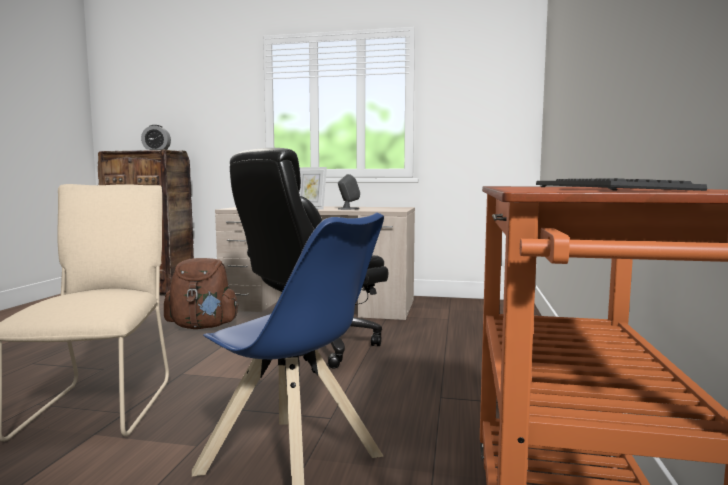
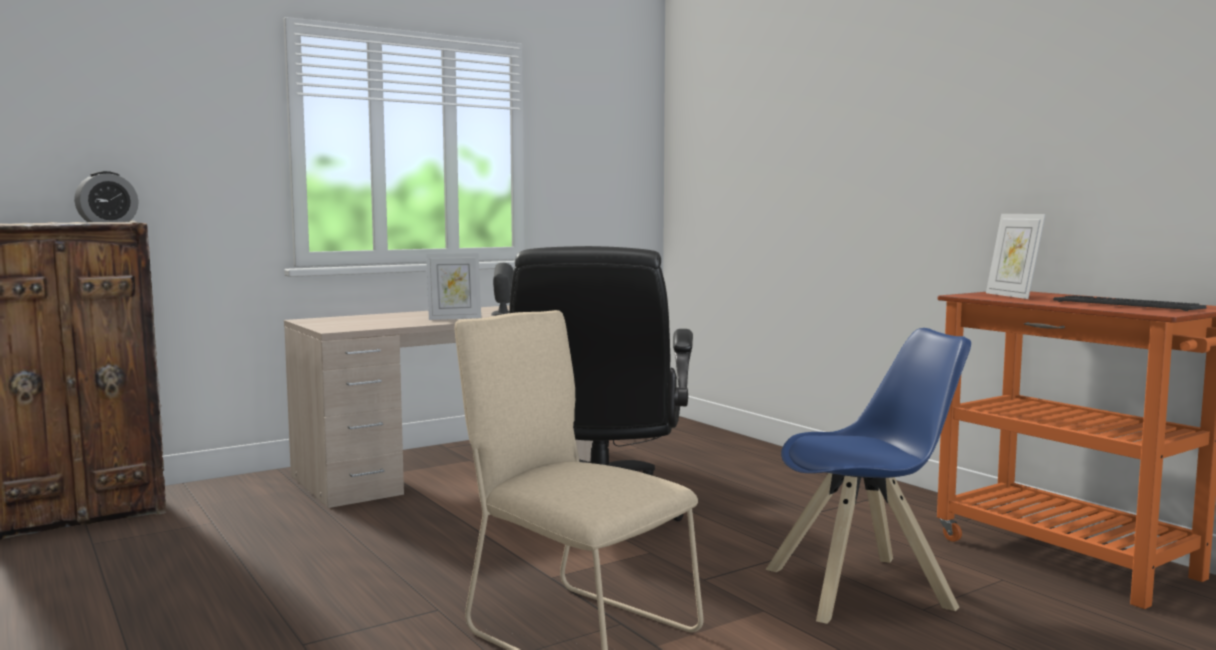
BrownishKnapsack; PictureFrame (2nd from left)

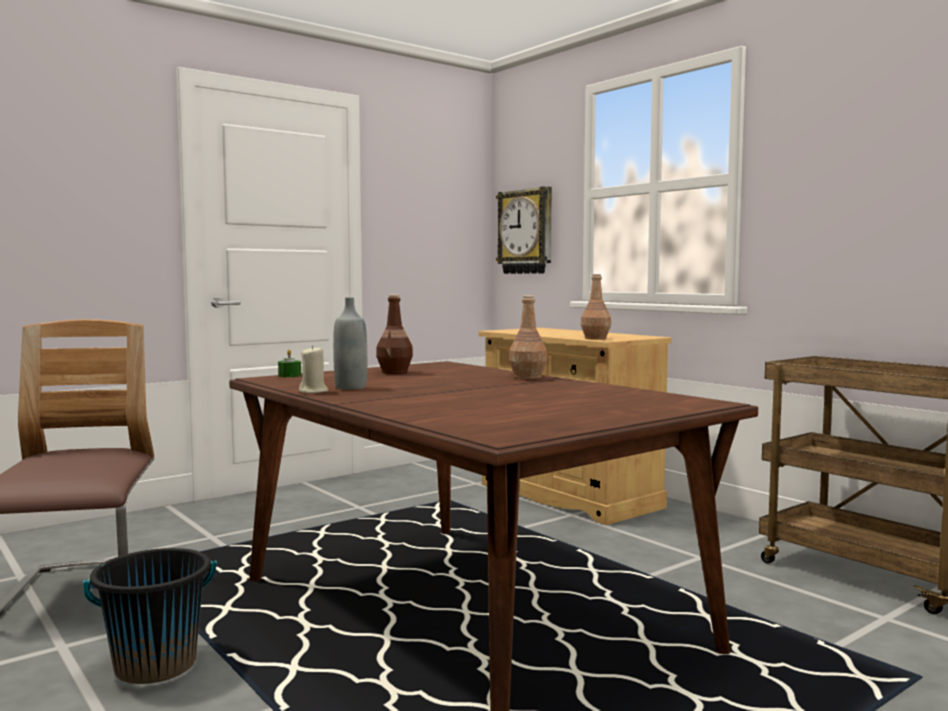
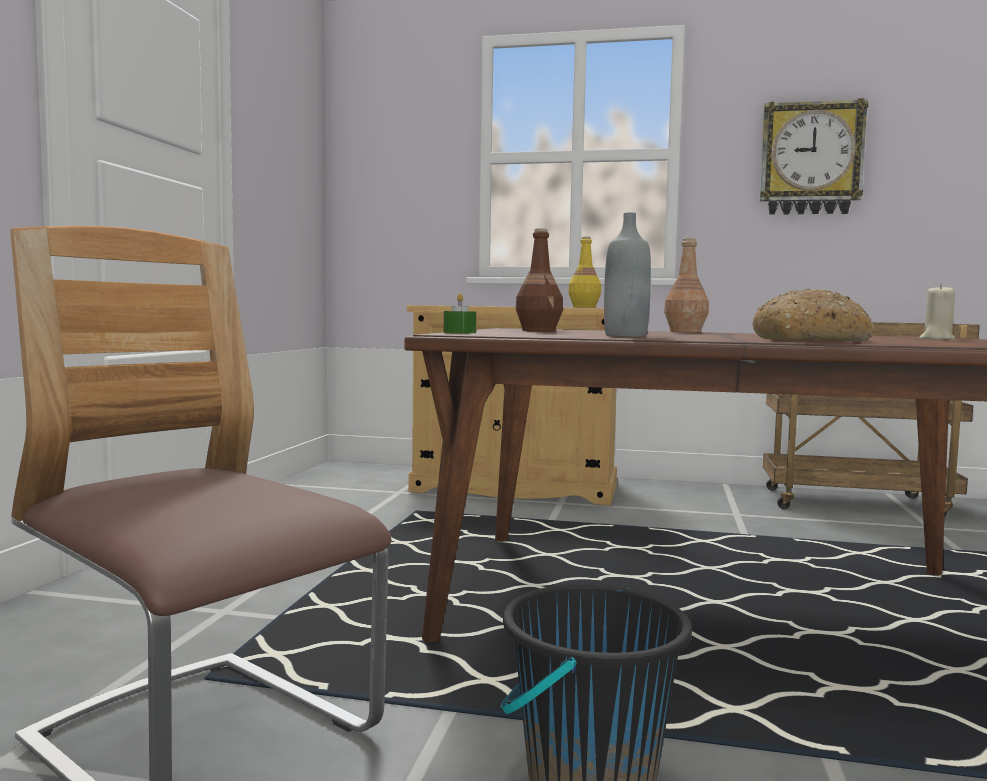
BeigeColouredWaxCandle; WallClock; YellowishDrinkBottle; Bread

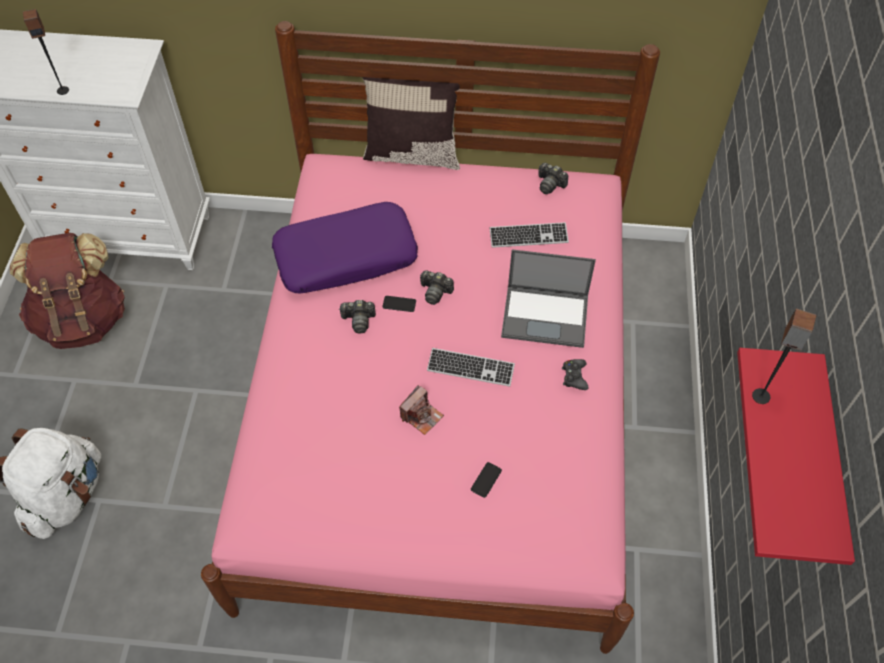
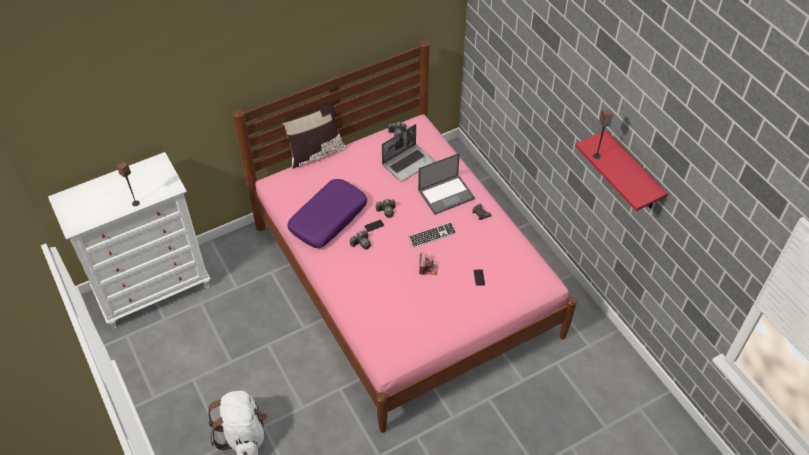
BrownishKnapsack; NotebookComputer (1st from left)

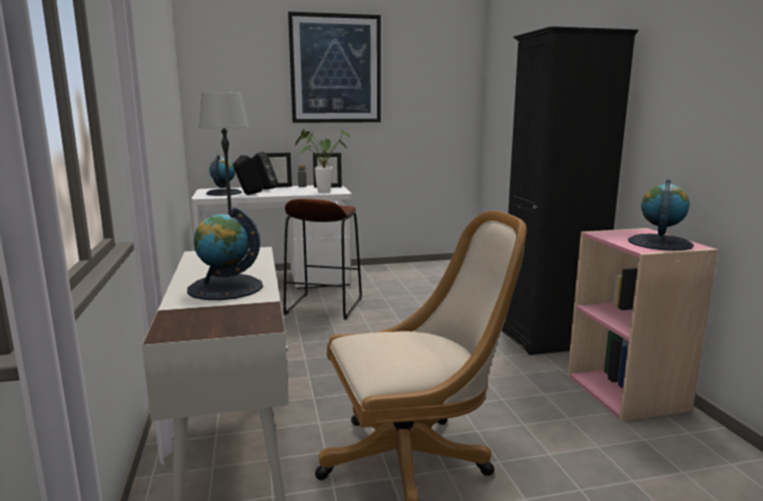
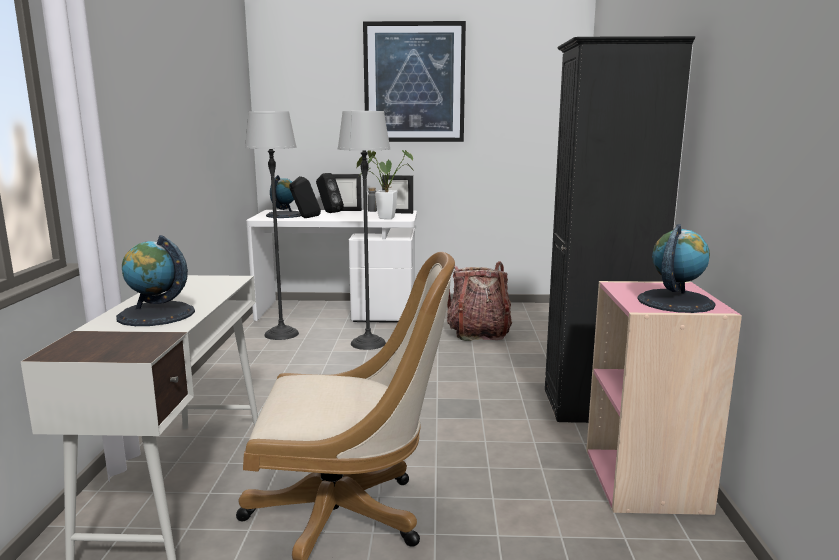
StandingLamp (2nd from left); Knapsack

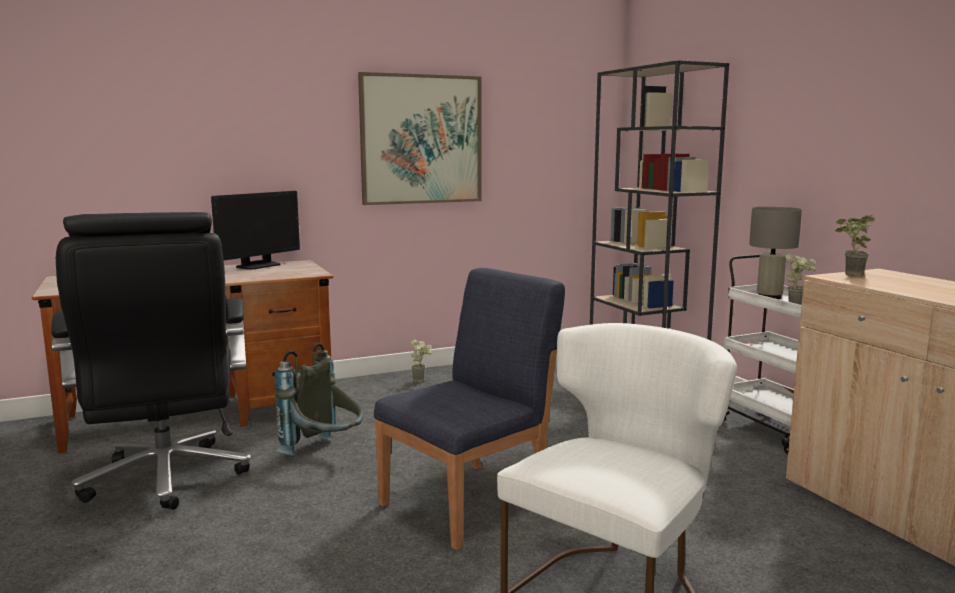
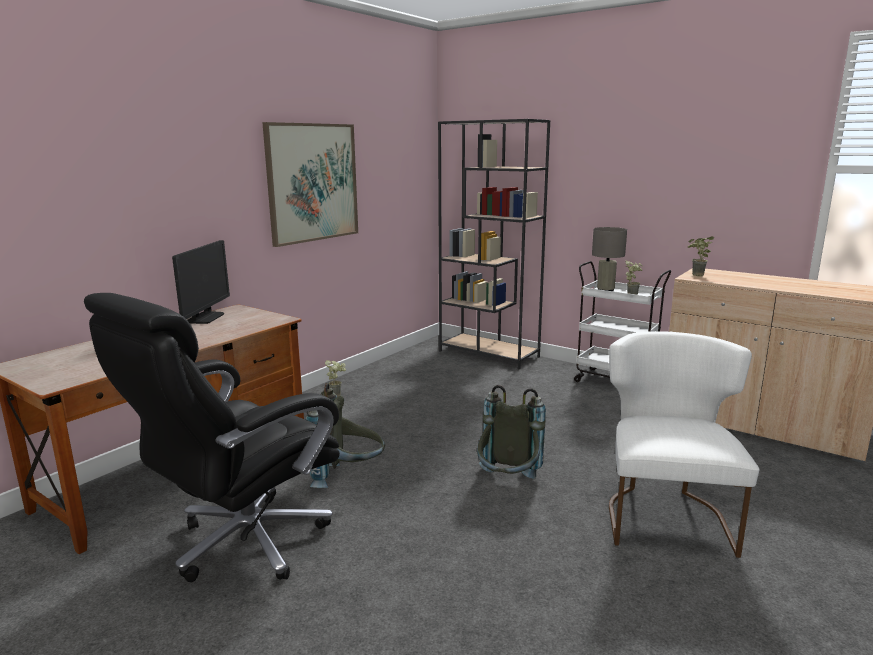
BlackishDeskChair; GreyishKnapsack (2nd from left)

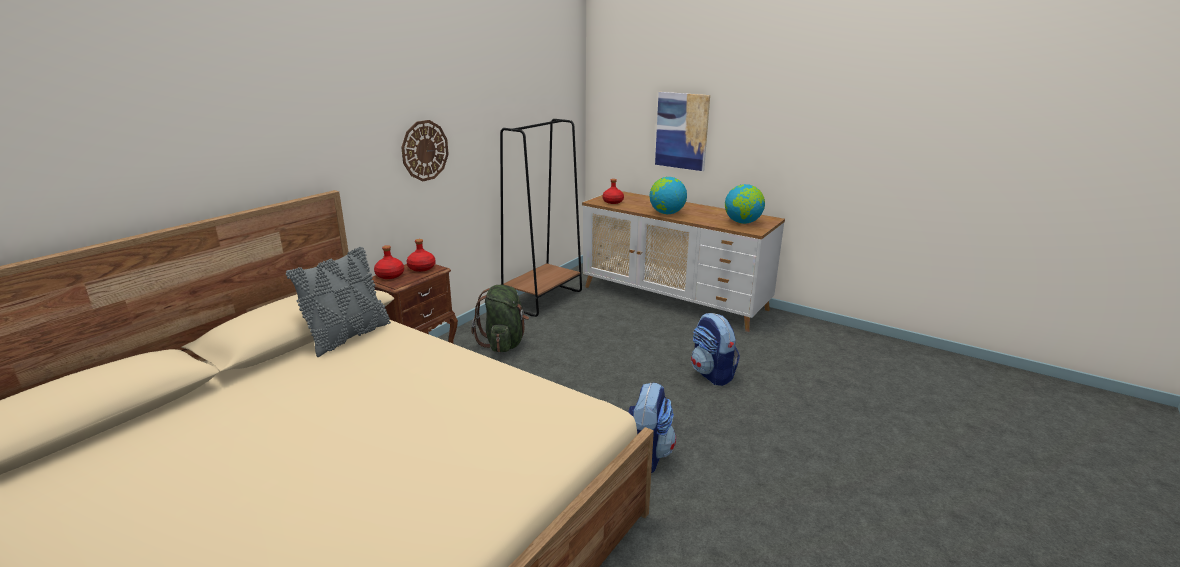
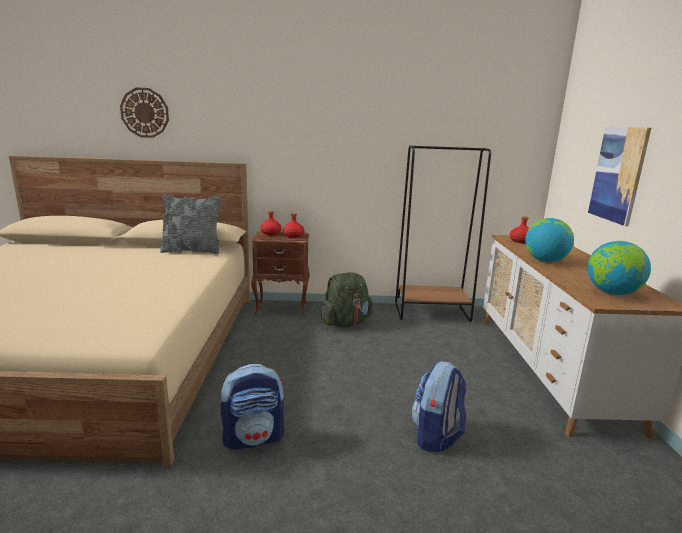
WallClock

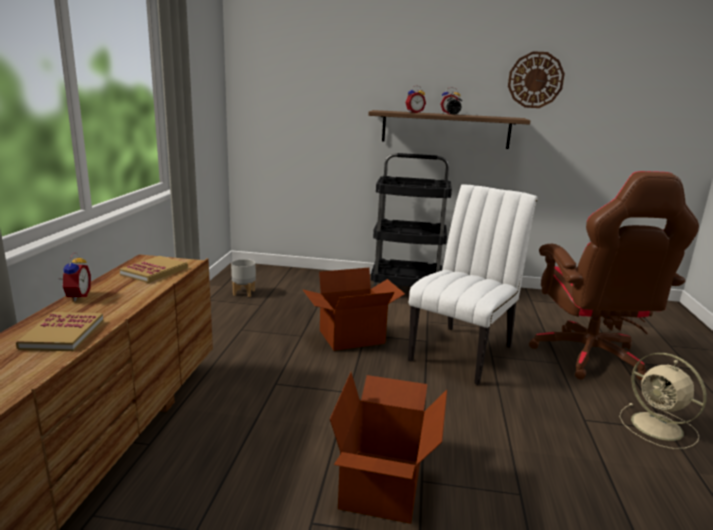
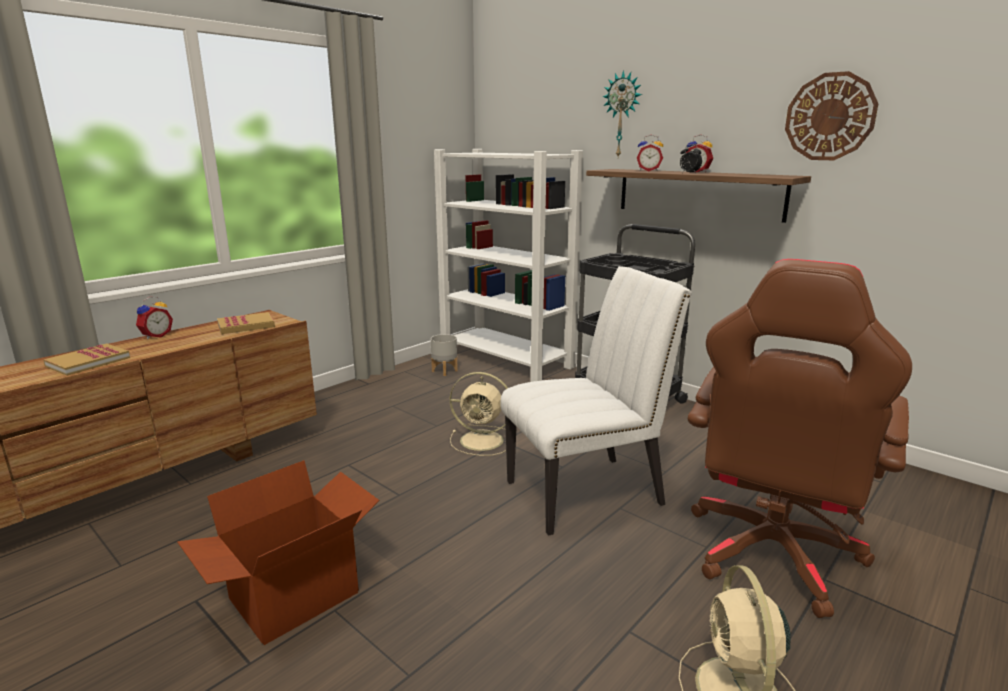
BeigeColouredFan (1st from left); WhitishBookcase; WallClock (1st from left)

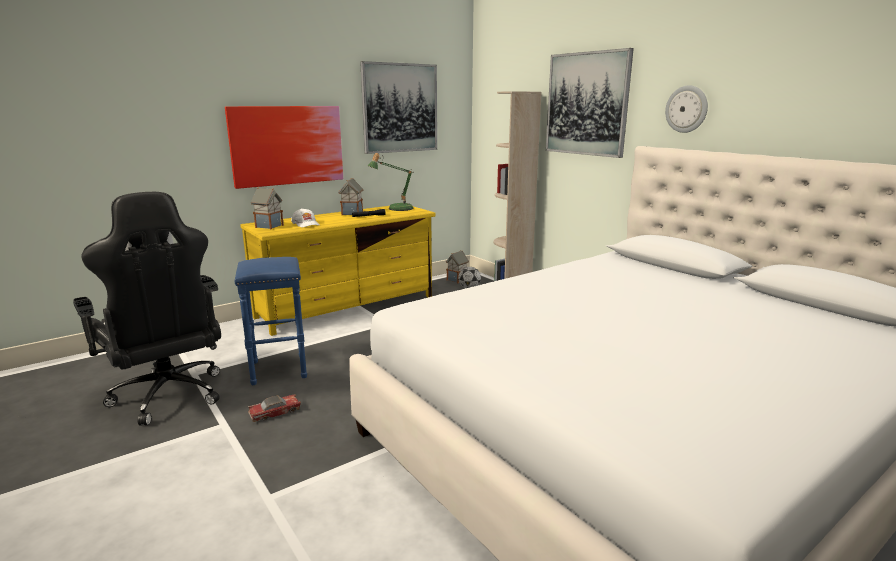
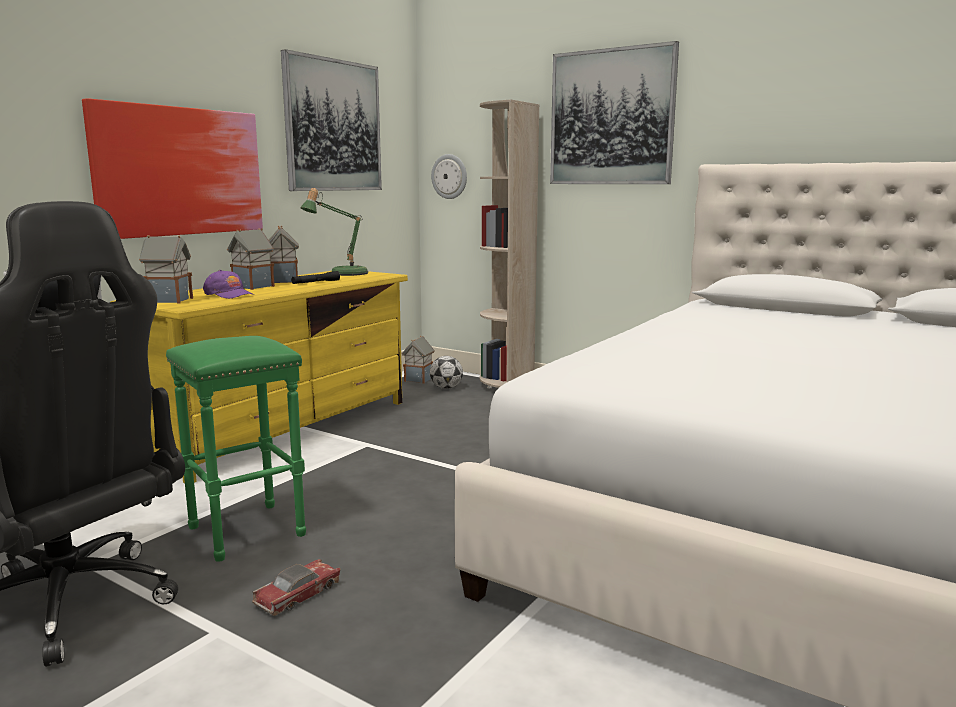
GreenishStoolSeat; PurplishCap; WallClock; ToyHouse (2nd from left)

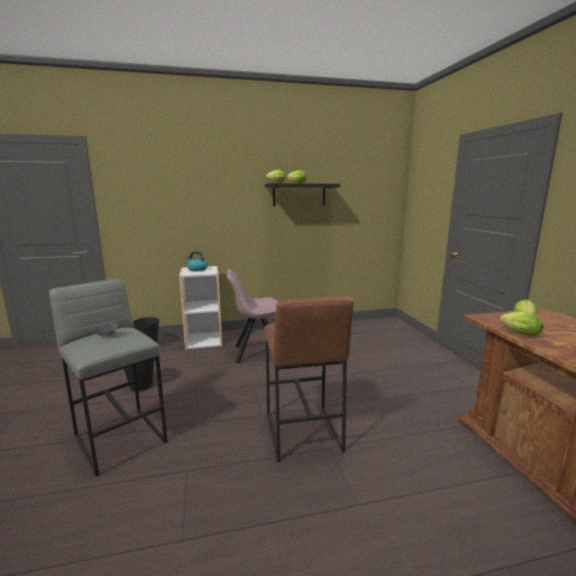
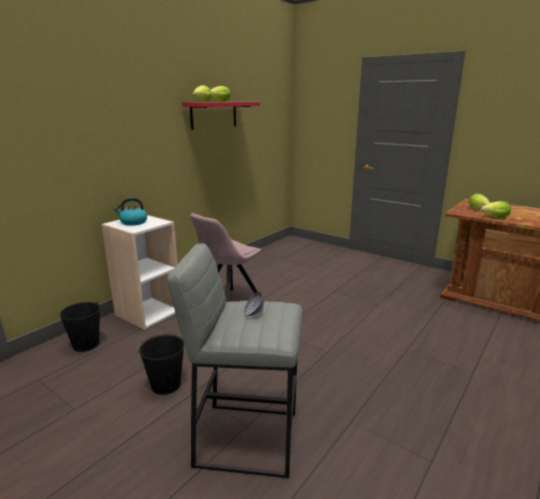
BrownishStoolSeat; ReddishBracketShelf

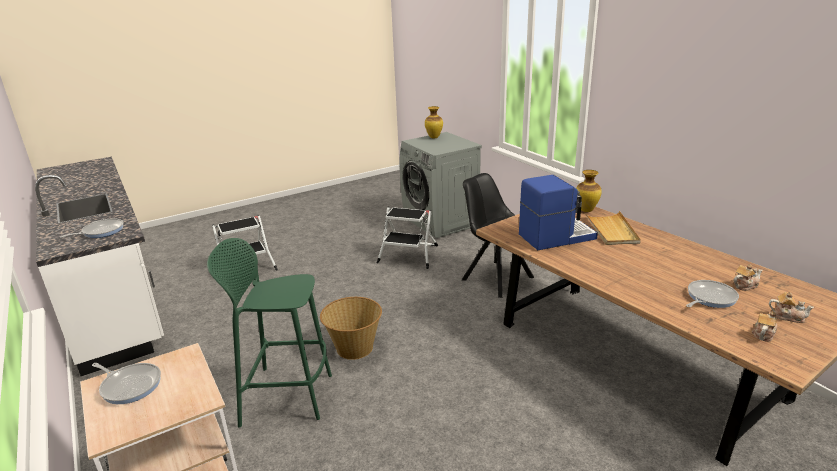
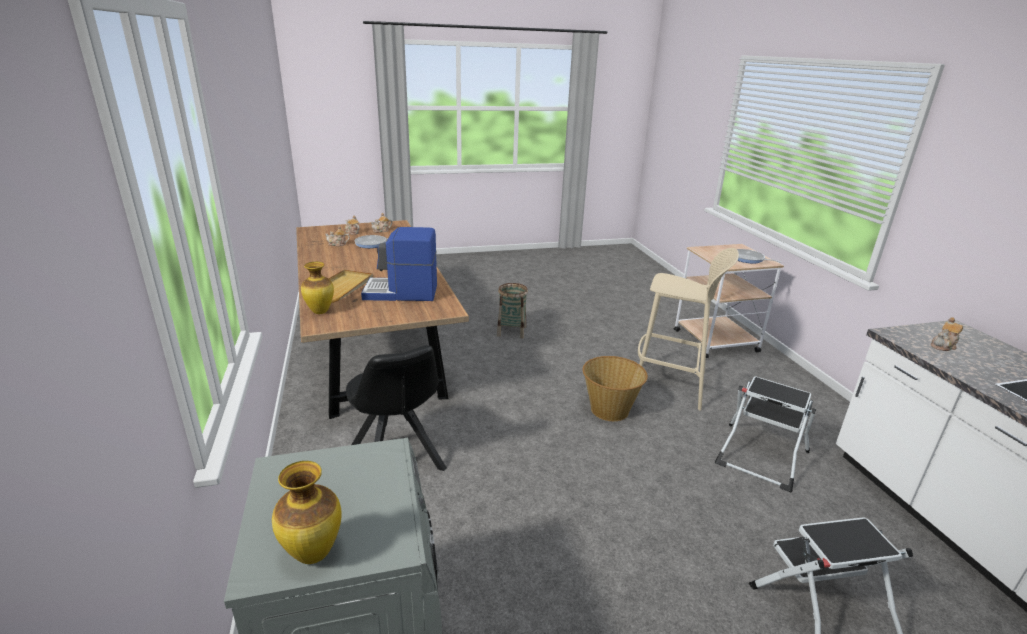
PotForTea (4th from left); BeigeColouredStoolSeat; StepStool (1st from left); StorageBasket (1st from left)

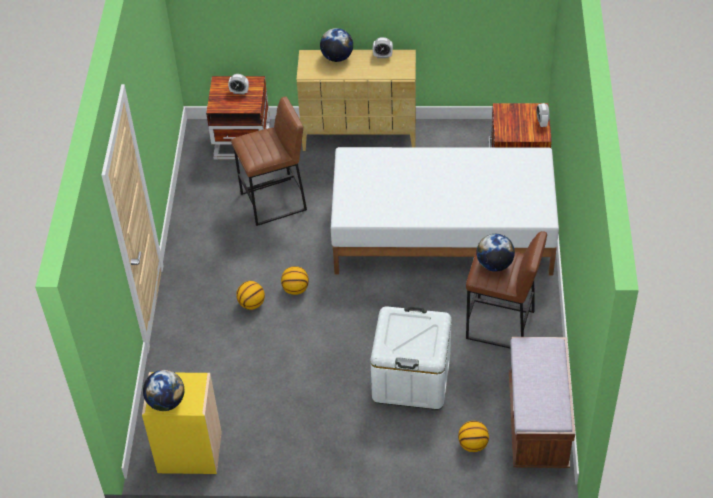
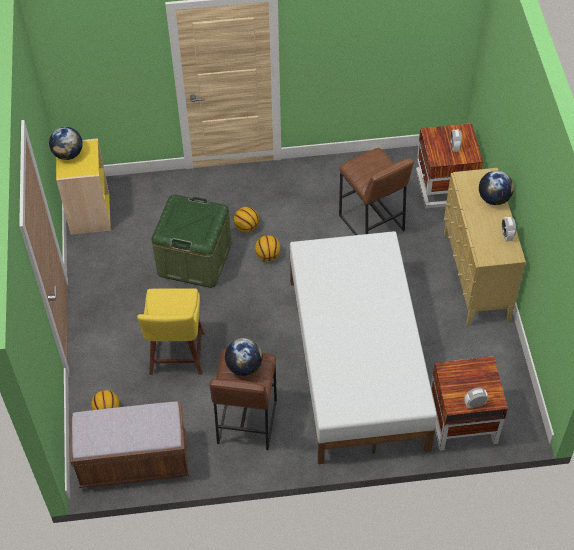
YellowishStoolSeat; GreenishStorageBox

